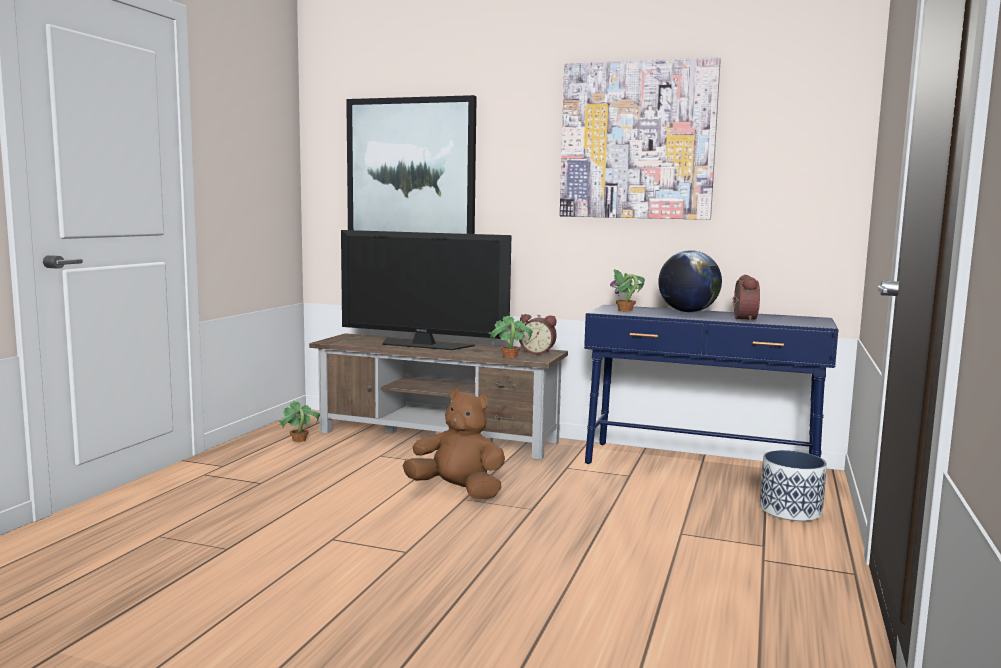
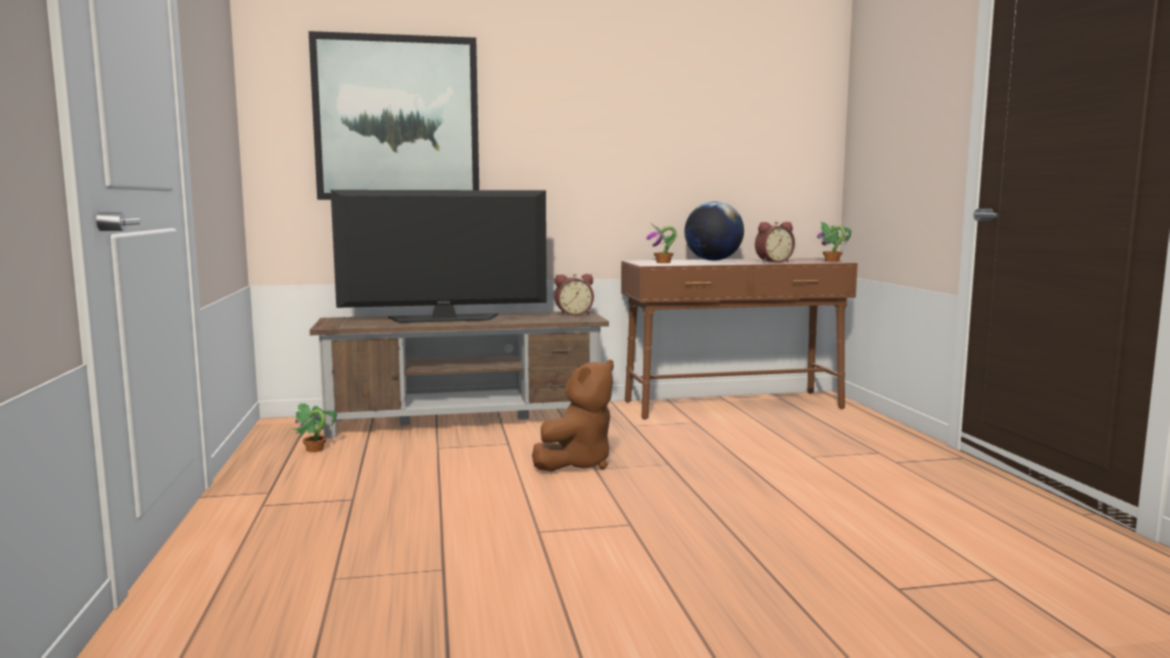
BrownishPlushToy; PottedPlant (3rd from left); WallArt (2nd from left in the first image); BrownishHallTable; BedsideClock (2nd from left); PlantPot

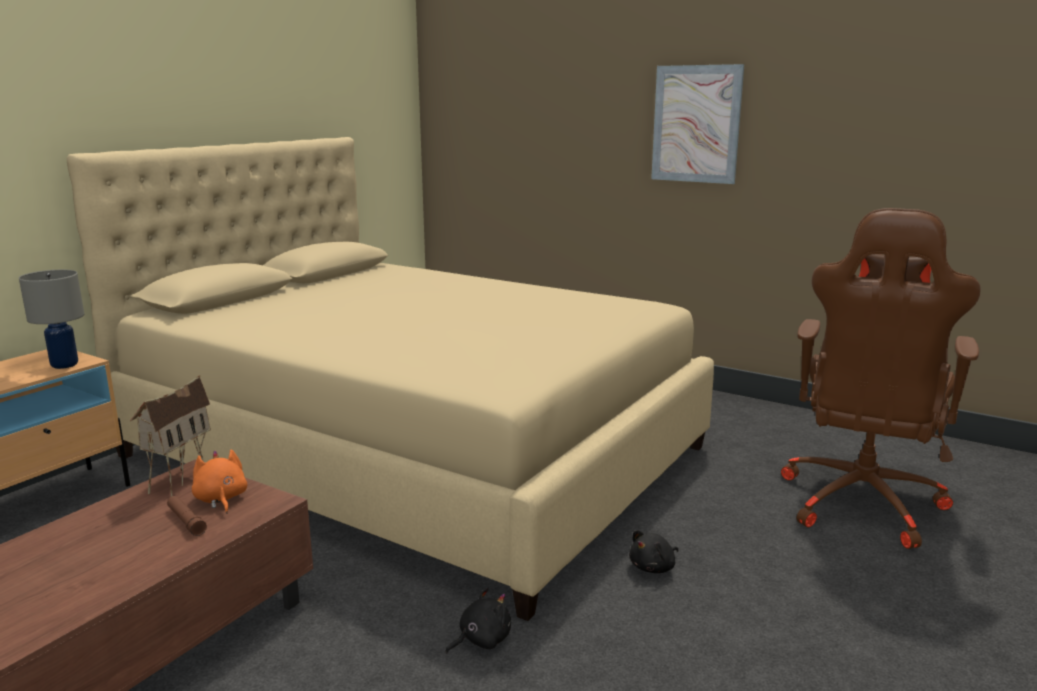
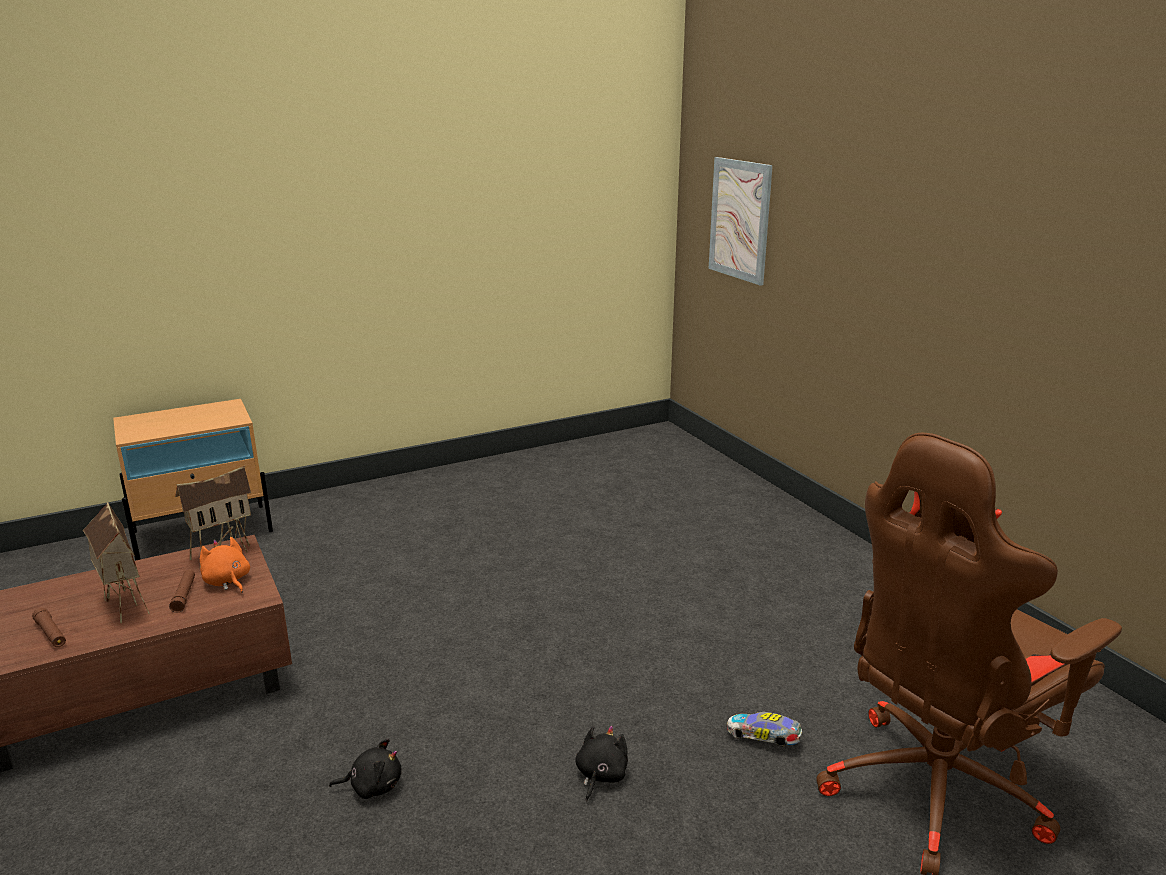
GreyishTabletopLamp; BeigeColouredBedroomBed; OrangeyPlushToy; BlackishPlushToy (2nd from left); WallArt; BrownishHandTorch (1st from left); ToyHouse (1st from left); ModelCar

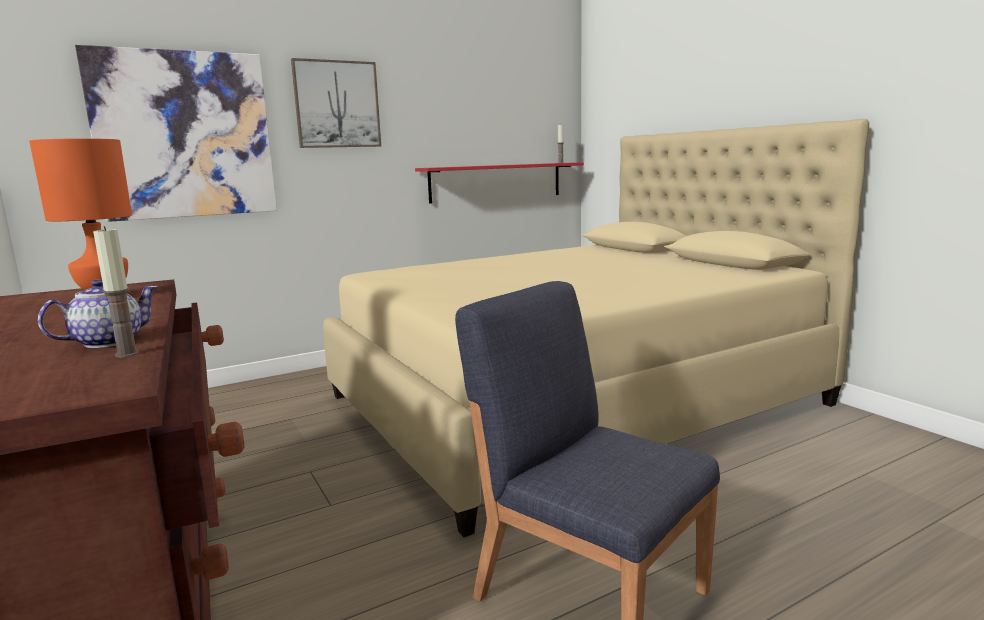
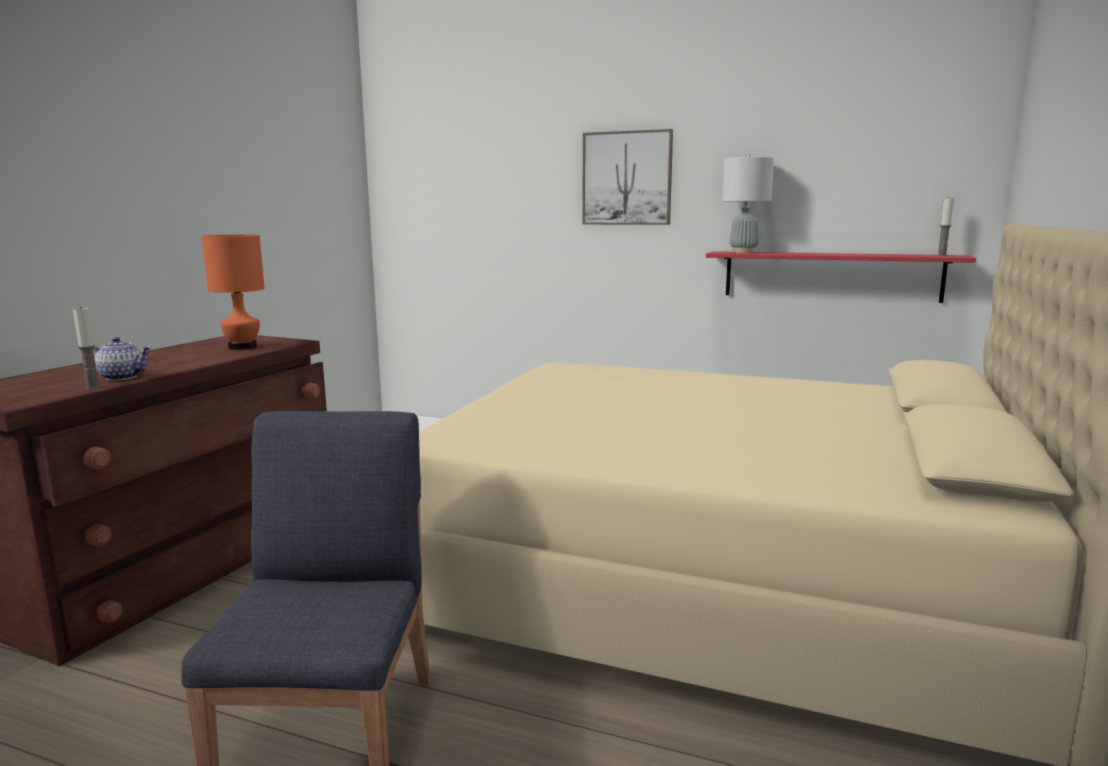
WallArt (1st from left in the first image); GreyishTabletopLamp

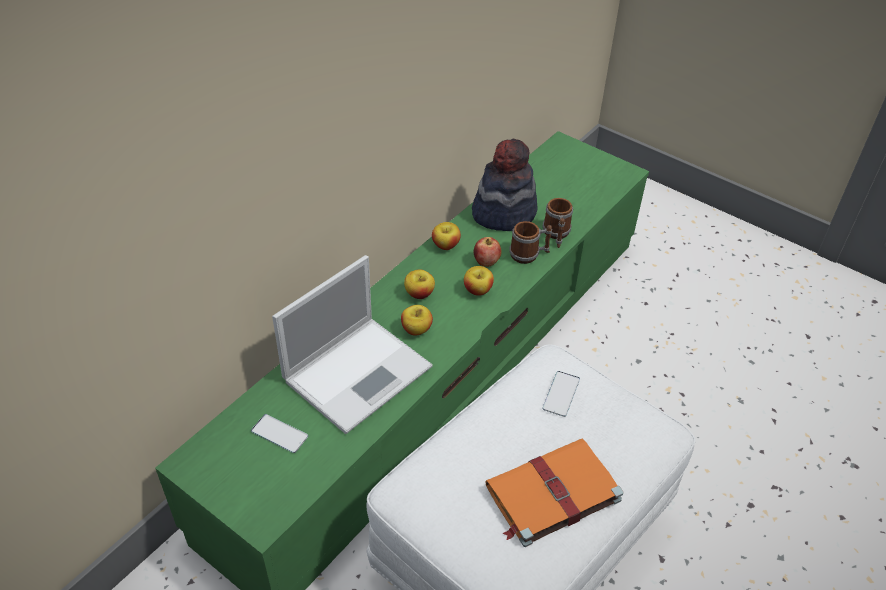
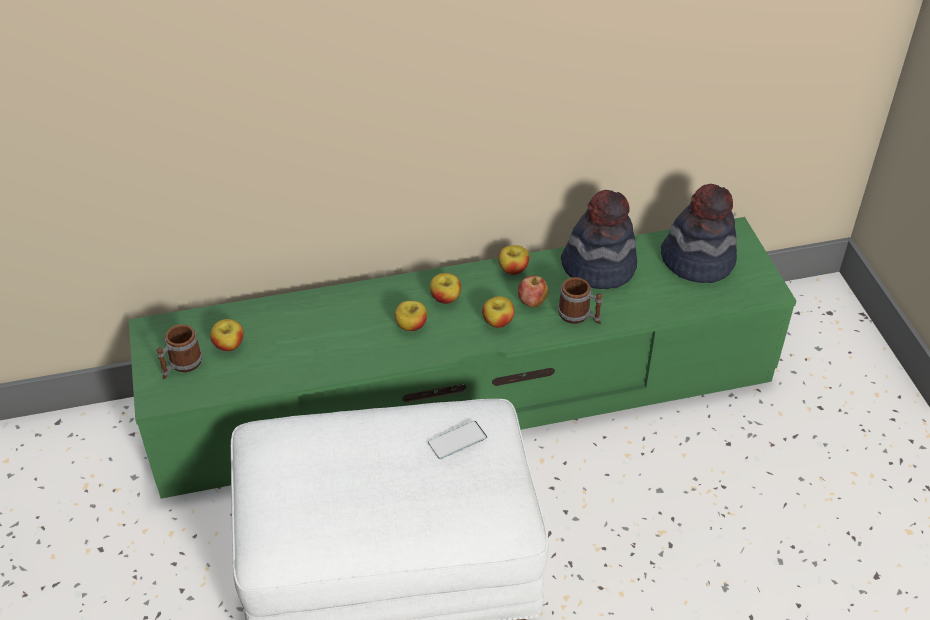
Apple (1st from left); NotebookComputer; OrangeyBoundBook; Mug (1st from left); Hat (2nd from left)

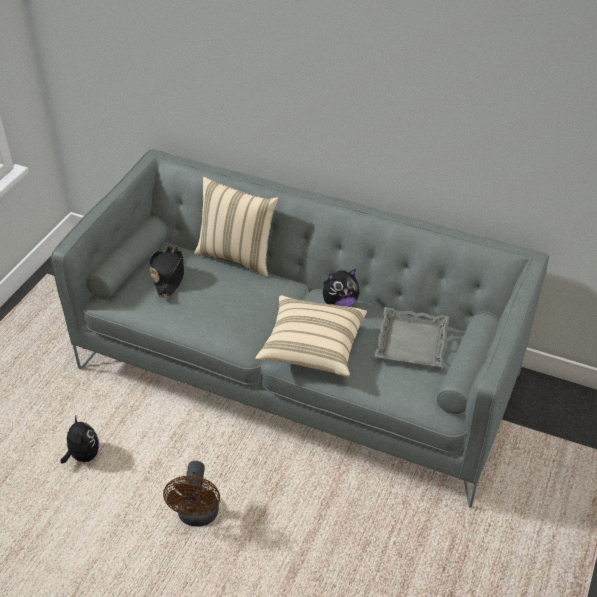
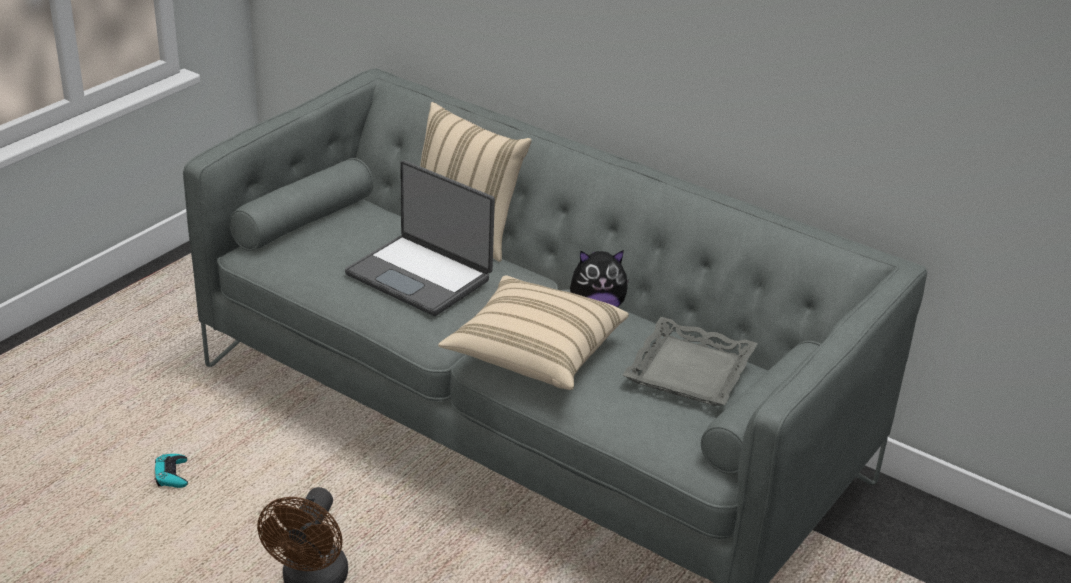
TurquoiseColouredGameController; BlackishHat; NotebookComputer

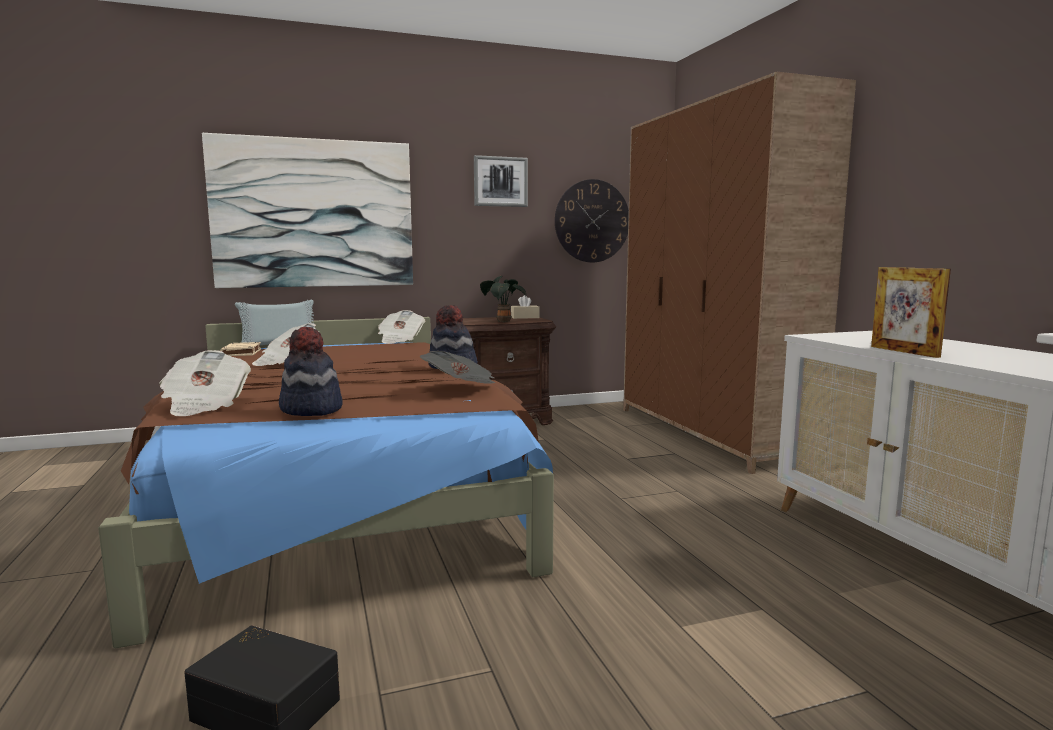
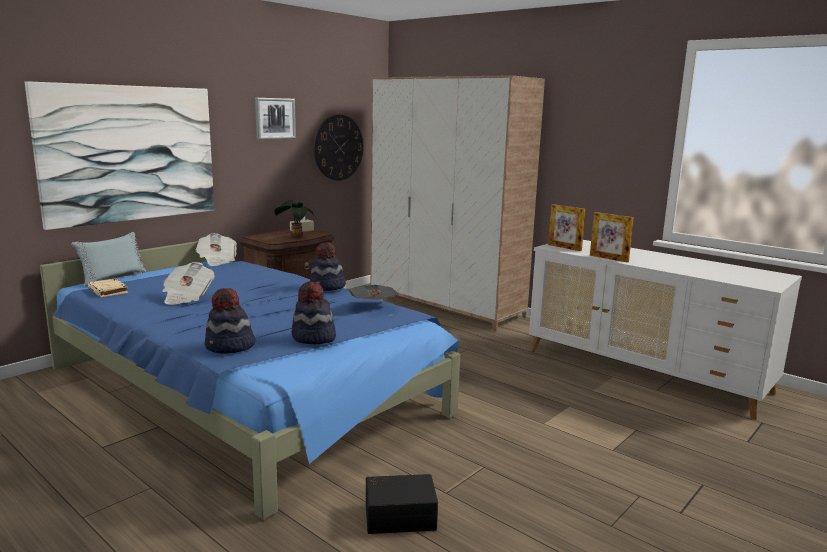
BlueBedroomBed; Hat (1st from left); WhitishWardrobe; PictureFrame (1st from left)

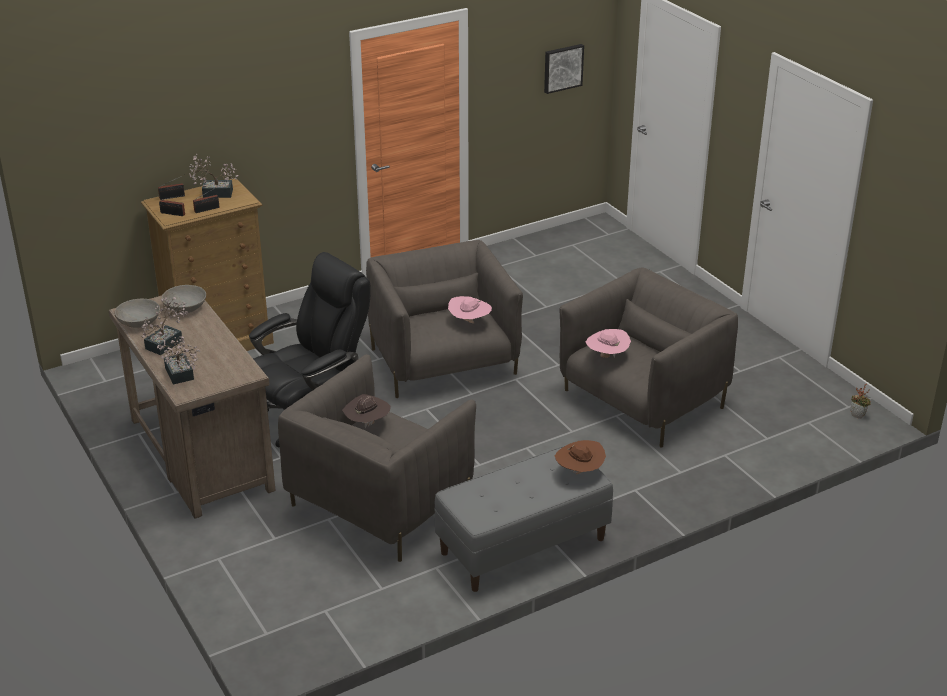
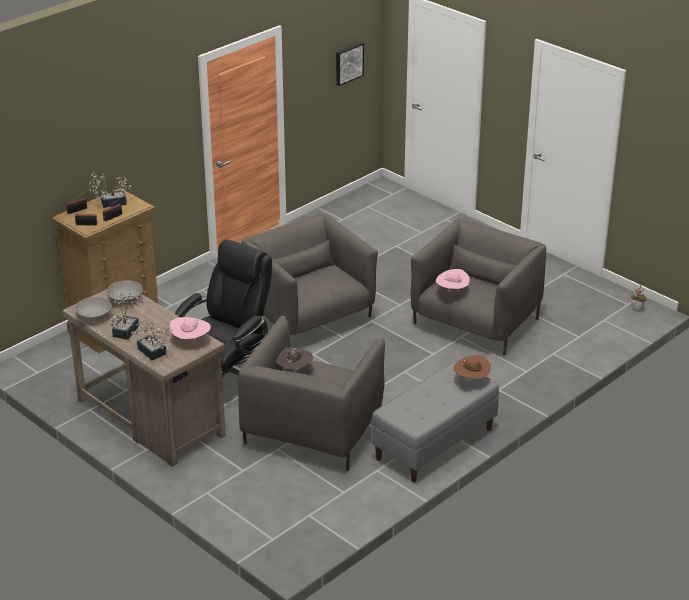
PinkishHat (1st from left)

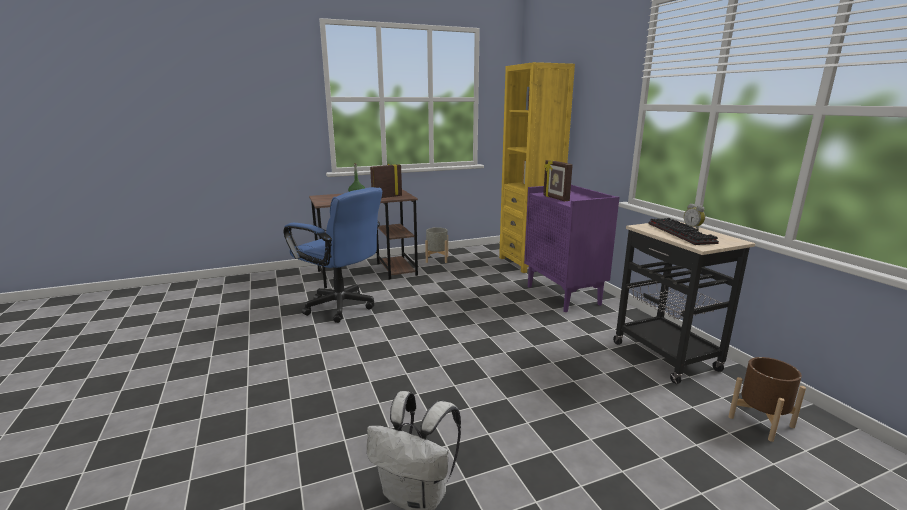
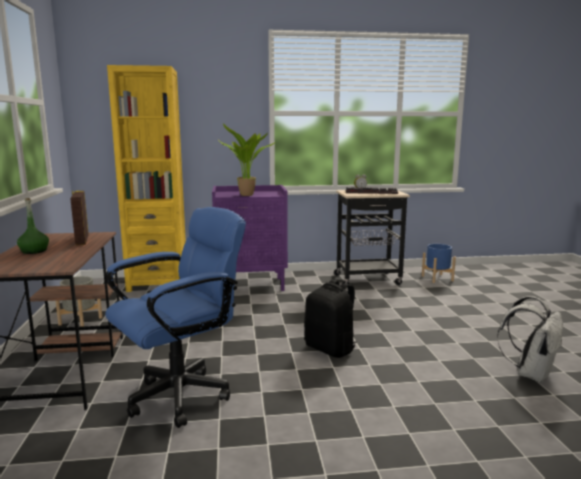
PottedPlant; BluePlantPot; BlackishKnapsack

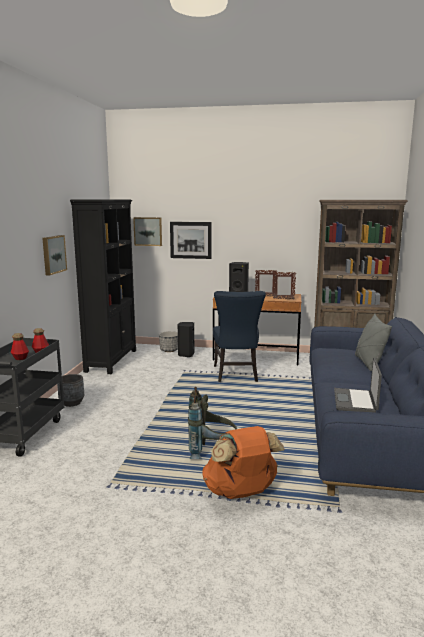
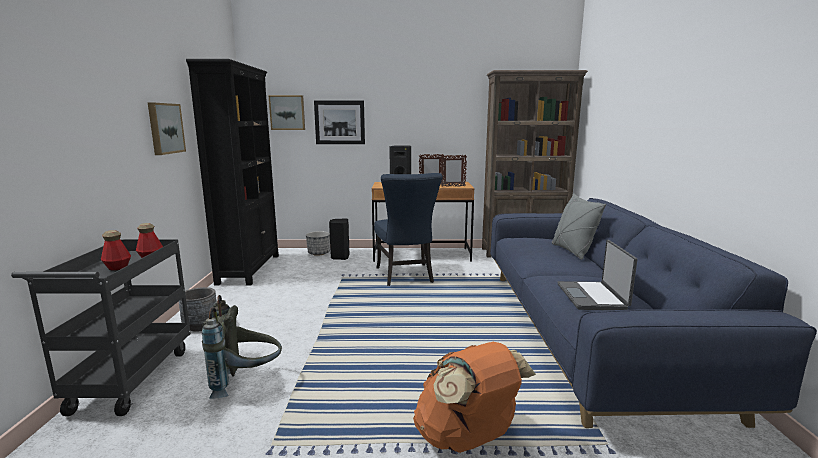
GreyishKnapsack

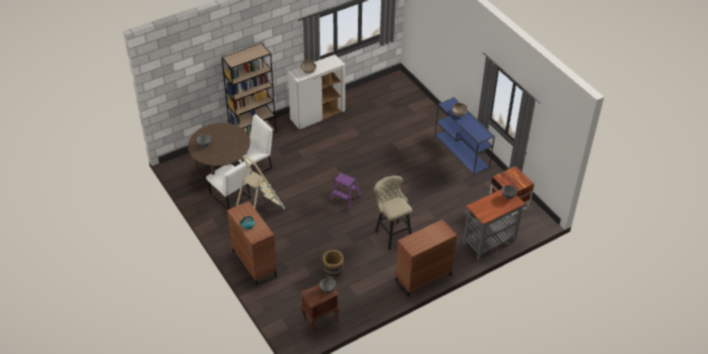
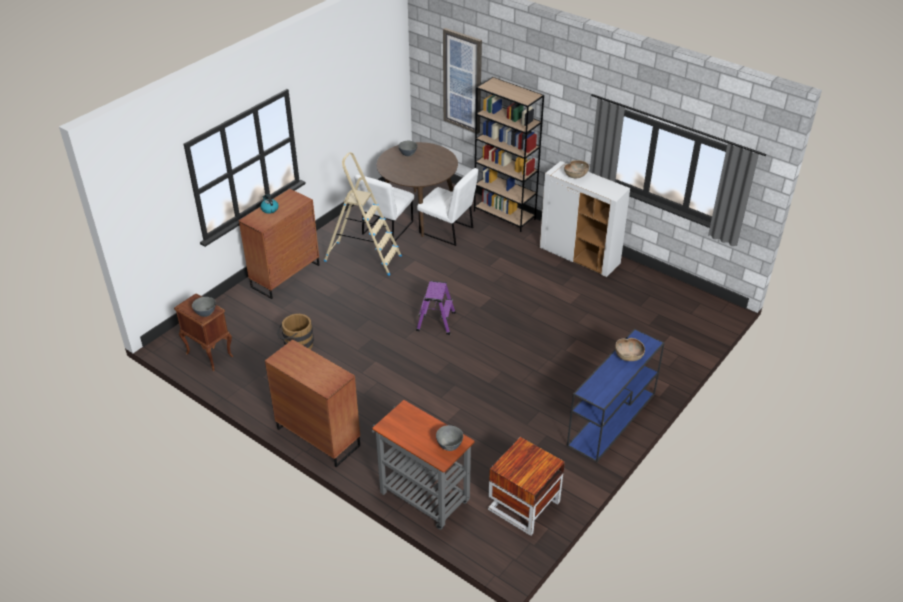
BeigeColouredStoolSeat; WallArt

